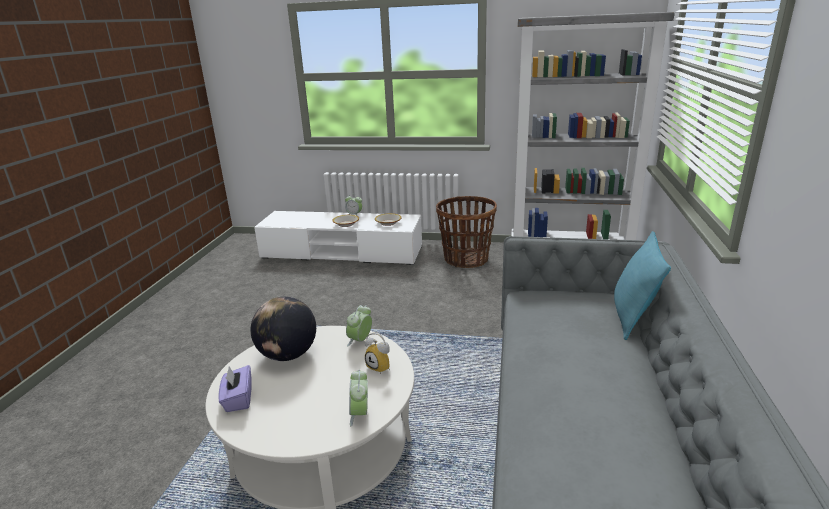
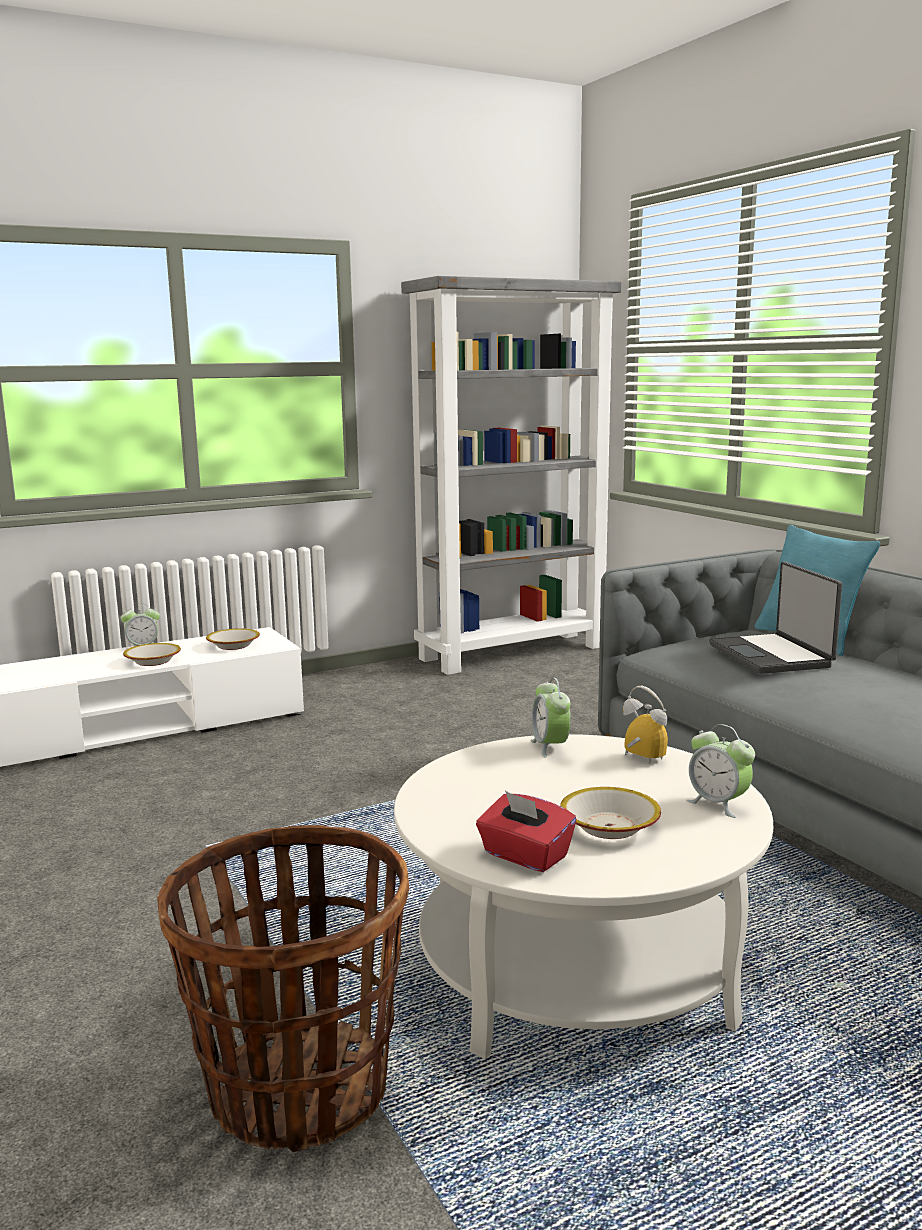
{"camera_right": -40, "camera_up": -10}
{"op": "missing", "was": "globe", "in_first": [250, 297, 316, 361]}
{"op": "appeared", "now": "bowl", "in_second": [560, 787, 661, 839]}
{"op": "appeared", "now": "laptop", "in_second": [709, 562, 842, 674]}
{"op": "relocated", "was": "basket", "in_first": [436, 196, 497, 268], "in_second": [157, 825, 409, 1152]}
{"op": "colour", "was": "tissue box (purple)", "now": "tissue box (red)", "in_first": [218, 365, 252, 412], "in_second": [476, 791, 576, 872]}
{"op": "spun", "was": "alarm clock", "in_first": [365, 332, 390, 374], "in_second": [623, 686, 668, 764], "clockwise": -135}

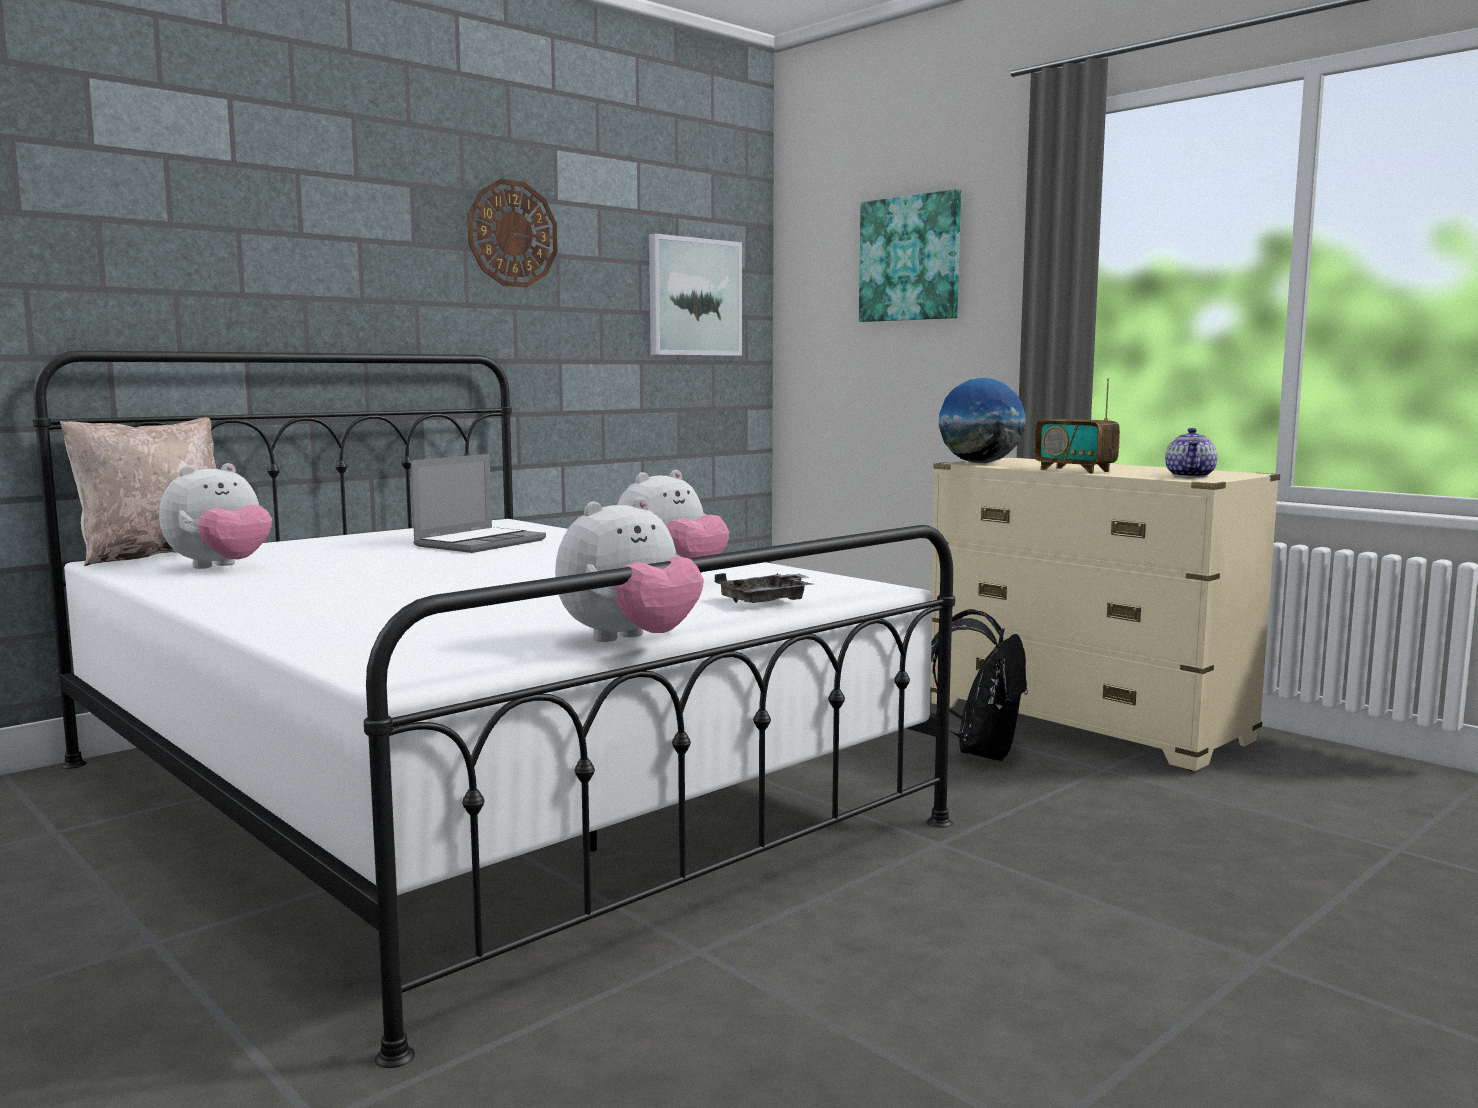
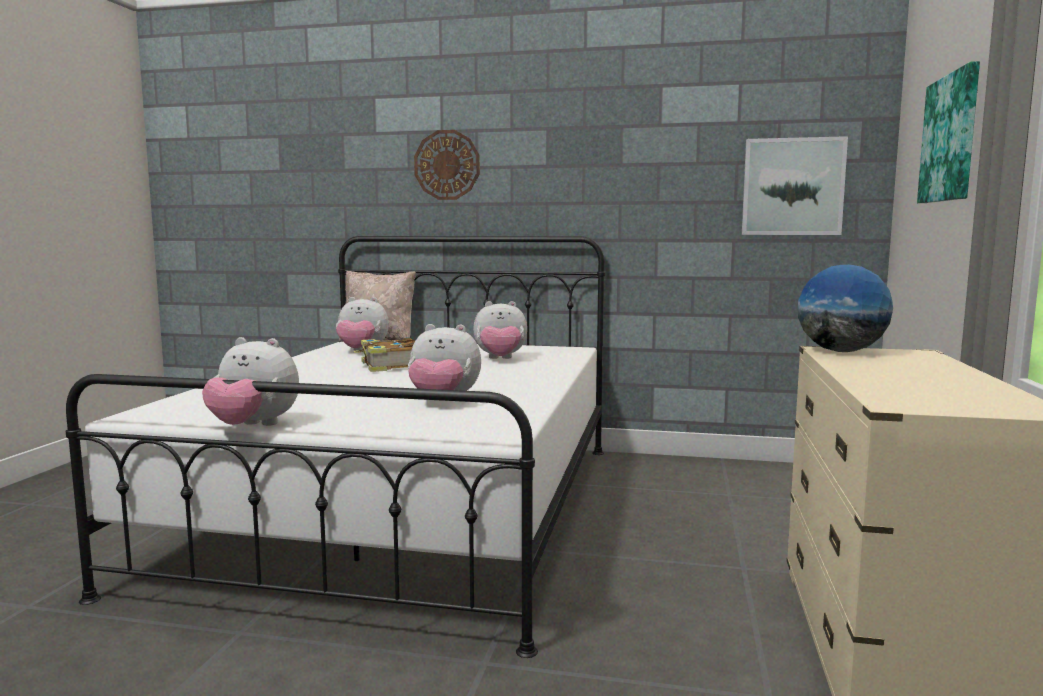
{"camera_right": 55, "camera_up": 0}
{"op": "missing", "was": "tray (grey)", "in_first": [715, 573, 812, 603]}
{"op": "missing", "was": "backpack (black)", "in_first": [931, 609, 1028, 761]}
{"op": "missing", "was": "radio", "in_first": [1034, 378, 1120, 474]}
{"op": "missing", "was": "teapot", "in_first": [1165, 428, 1217, 478]}
{"op": "appeared", "now": "book", "in_second": [353, 337, 415, 372]}
{"op": "relocated", "was": "wall clock", "in_first": [467, 179, 558, 287], "in_second": [414, 130, 480, 200]}
{"op": "exchanged", "was": "laptop", "now": "plush toy", "in_first": [411, 454, 546, 553], "in_second": [473, 301, 527, 359]}

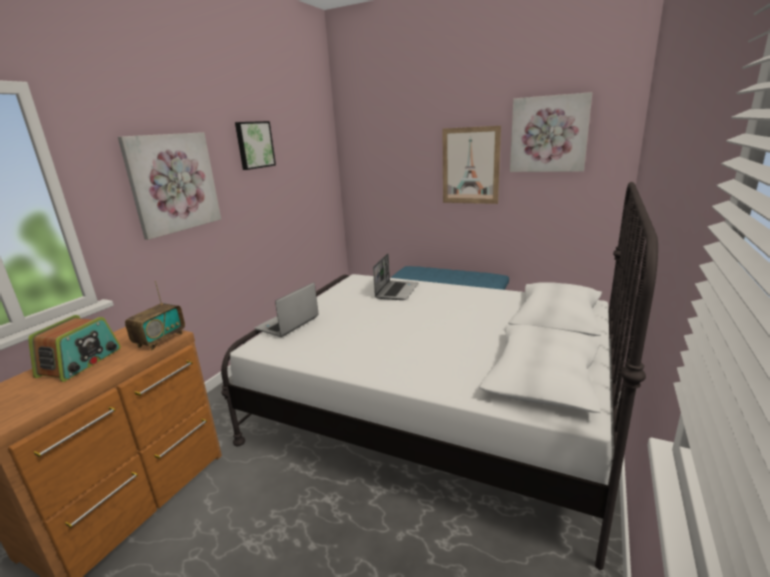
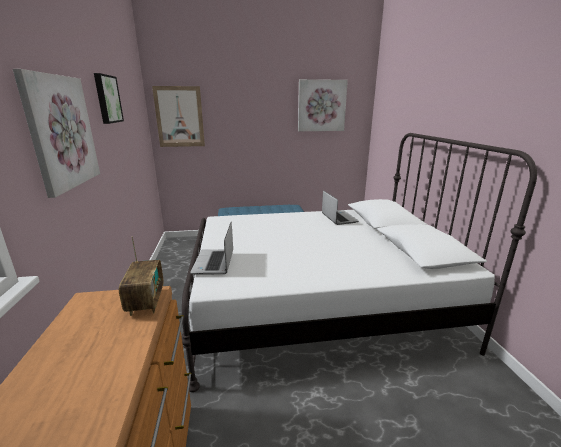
{"camera_right": -35, "camera_up": 0}
{"op": "missing", "was": "radio", "in_first": [28, 315, 121, 382]}
{"op": "relocated", "was": "laptop", "in_first": [373, 253, 418, 300], "in_second": [322, 190, 359, 225]}
{"op": "relocated", "was": "picture", "in_first": [443, 126, 501, 204], "in_second": [152, 86, 205, 147]}

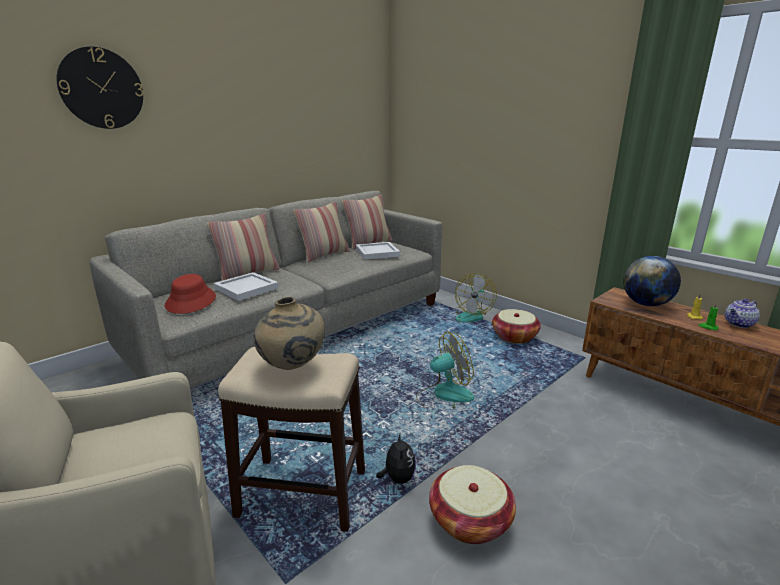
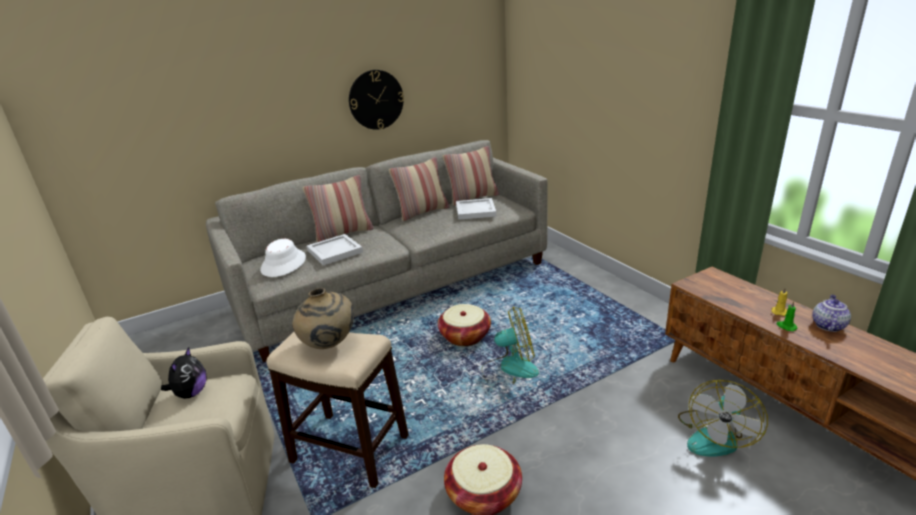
{"camera_right": 15, "camera_up": 5}
{"op": "missing", "was": "globe", "in_first": [623, 256, 681, 306]}
{"op": "relocated", "was": "wall clock", "in_first": [56, 46, 143, 129], "in_second": [349, 70, 404, 130]}
{"op": "relocated", "was": "plush toy", "in_first": [376, 432, 416, 484], "in_second": [161, 347, 207, 399]}
{"op": "relocated", "was": "fan", "in_first": [455, 273, 497, 322], "in_second": [678, 380, 768, 457]}
{"op": "relocated", "was": "basket", "in_first": [492, 309, 541, 344], "in_second": [438, 304, 491, 346]}
{"op": "colour", "was": "hat (red)", "now": "hat (white)", "in_first": [165, 274, 216, 314], "in_second": [260, 238, 306, 277]}
{"op": "spun", "was": "teapot", "in_first": [725, 299, 760, 328], "in_second": [812, 294, 851, 332], "clockwise": 135}

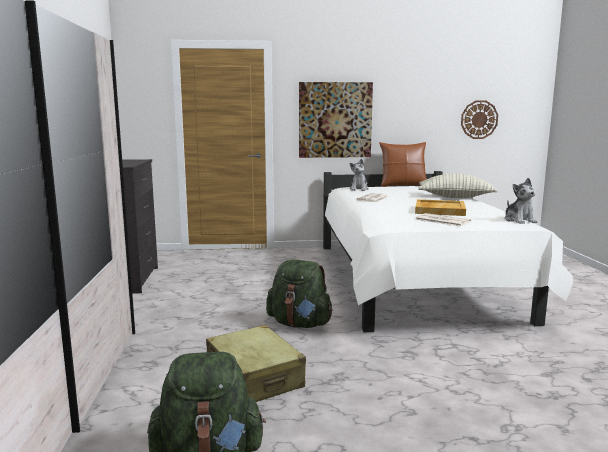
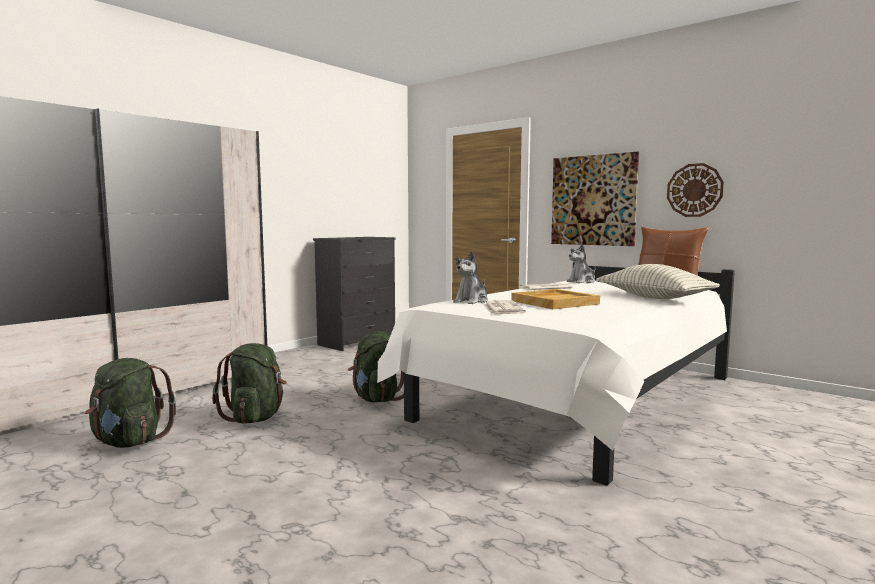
{"camera_right": 45, "camera_up": -5}
{"op": "relocated", "was": "wall clock", "in_first": [461, 100, 498, 139], "in_second": [667, 163, 724, 217]}
{"op": "relocated", "was": "plush toy", "in_first": [505, 178, 538, 224], "in_second": [453, 251, 488, 304]}
{"op": "exchanged", "was": "suitcase (beige)", "now": "backpack (green)", "in_first": [206, 325, 306, 402], "in_second": [212, 343, 287, 424]}

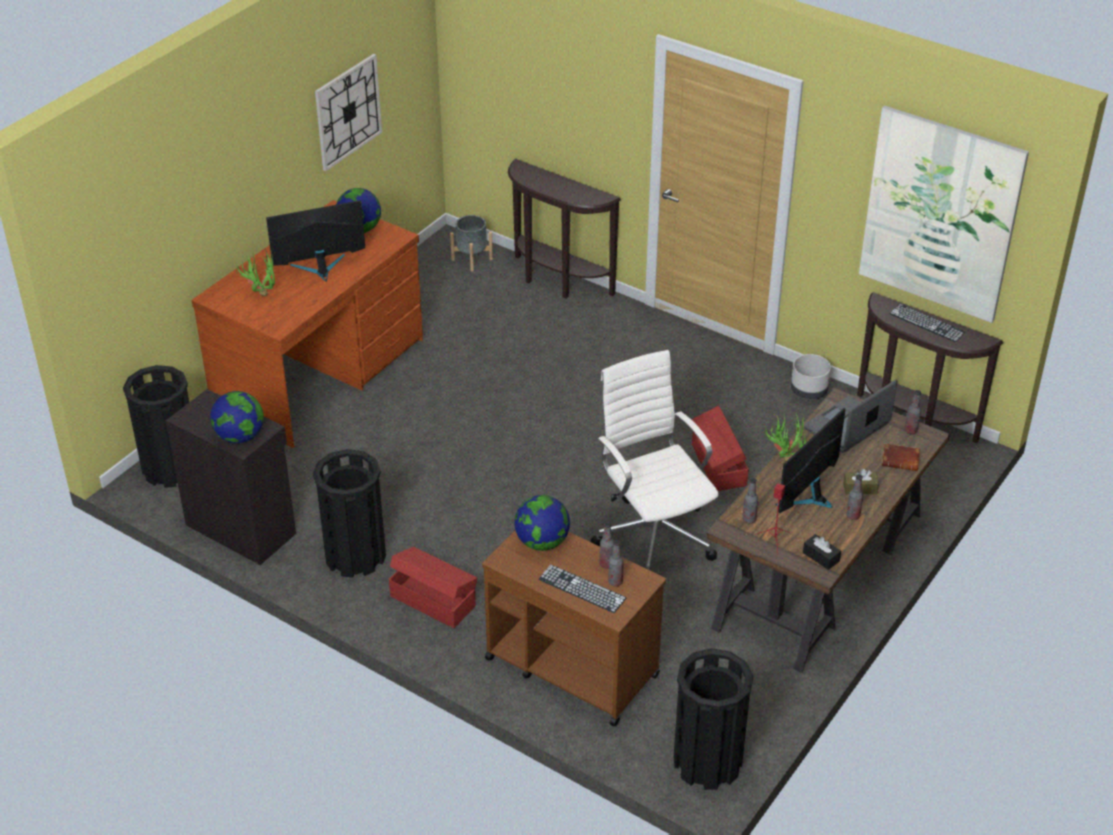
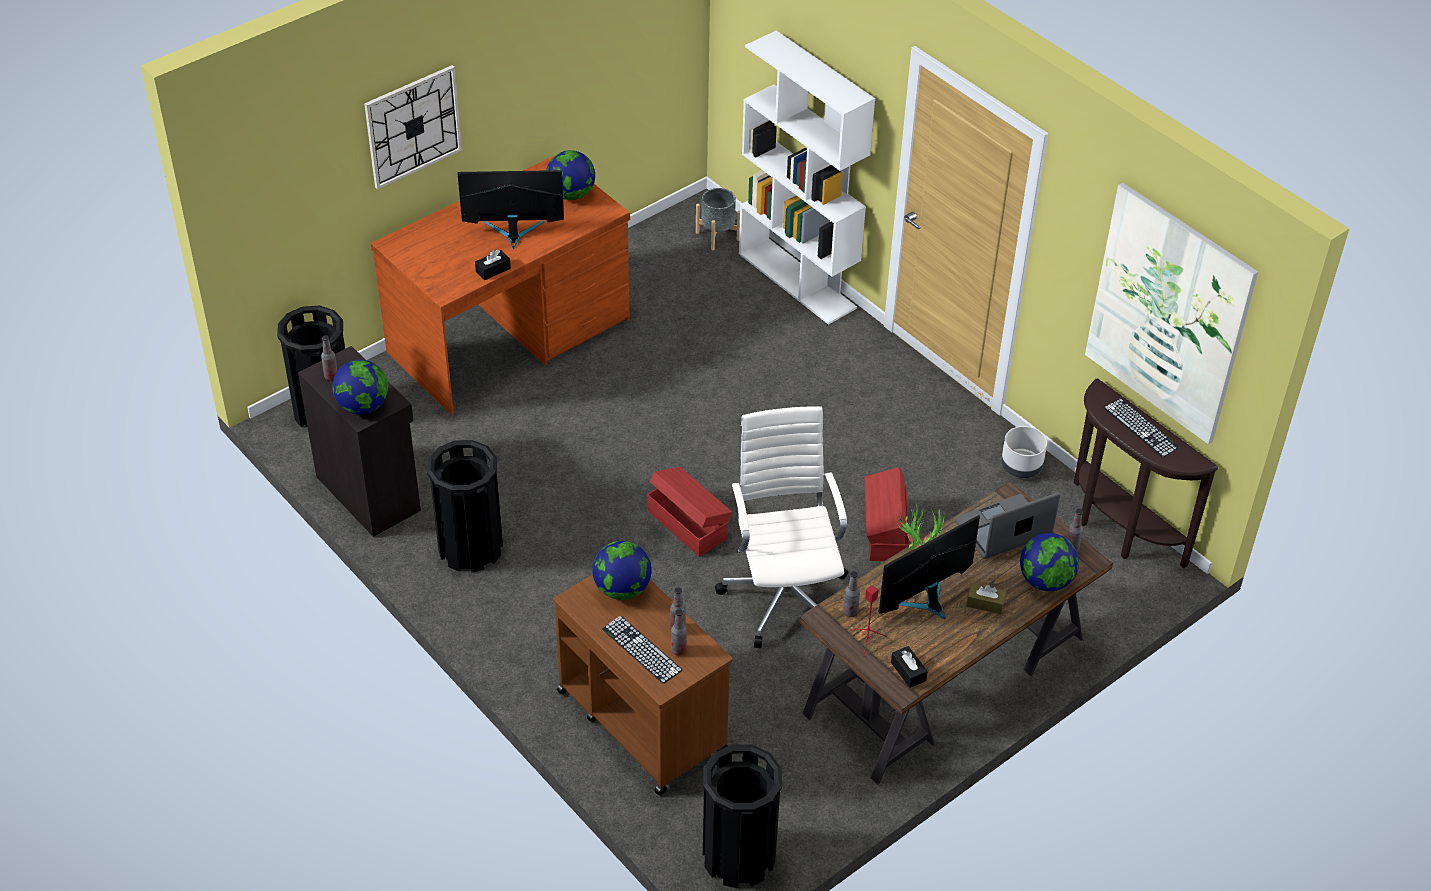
{"camera_right": 15, "camera_up": 5}
{"op": "missing", "was": "potted plant", "in_first": [234, 249, 275, 296]}
{"op": "appeared", "now": "tissue box (black)", "in_second": [475, 250, 511, 280]}
{"op": "relocated", "was": "wall clock", "in_first": [315, 54, 382, 171], "in_second": [364, 65, 462, 190]}
{"op": "relocated", "was": "storage box (red)", "in_first": [389, 547, 477, 628], "in_second": [647, 467, 732, 557]}
{"op": "relocated", "was": "bottle", "in_first": [846, 474, 863, 520], "in_second": [321, 335, 338, 381]}
{"op": "exchanged", "was": "console table (brown)", "now": "bookcase (white)", "in_first": [508, 159, 621, 298], "in_second": [739, 31, 875, 325]}
{"op": "exchanged", "was": "book (brown)", "now": "globe", "in_first": [882, 443, 920, 471], "in_second": [1020, 533, 1079, 591]}

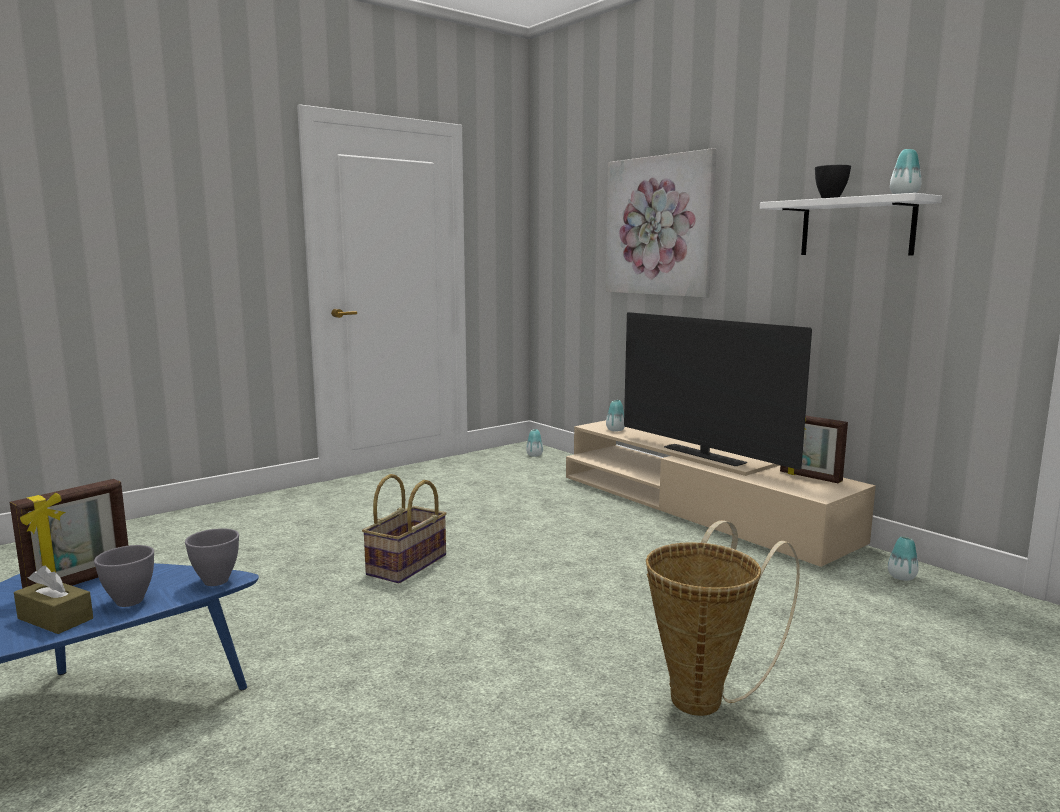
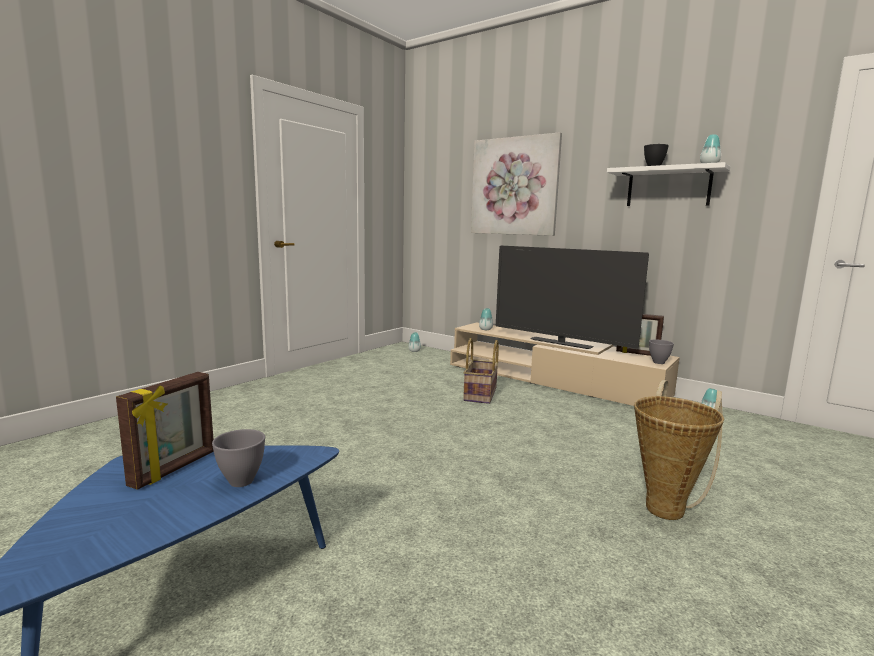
{"camera_right": -15, "camera_up": 0}
{"op": "missing", "was": "tissue box (brown)", "in_first": [14, 566, 93, 634]}
{"op": "relocated", "was": "bowl (grey)", "in_first": [185, 528, 239, 586], "in_second": [649, 340, 674, 364]}
{"op": "relocated", "was": "basket", "in_first": [362, 474, 447, 583], "in_second": [463, 338, 499, 404]}

